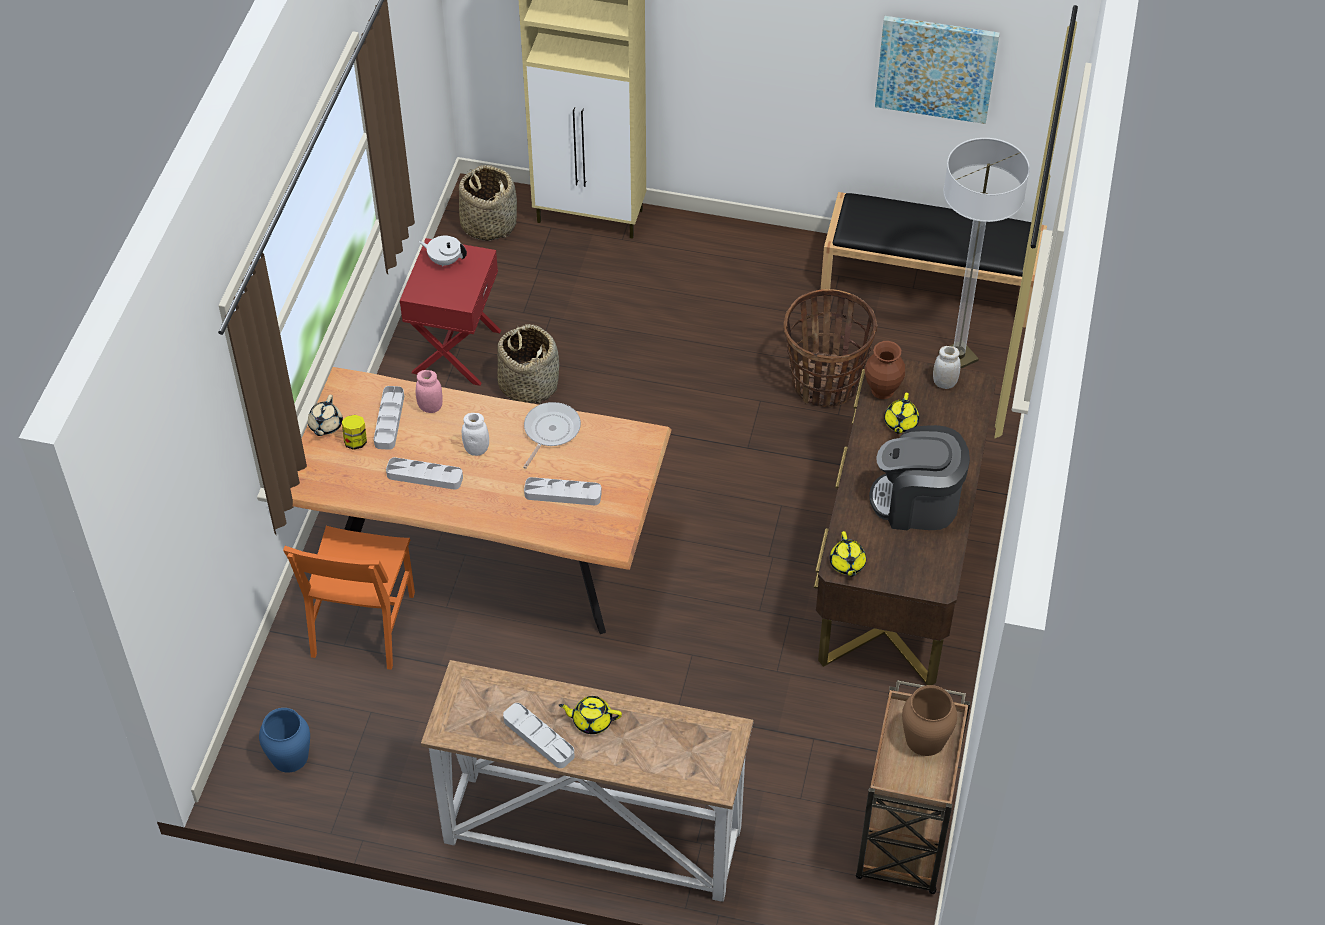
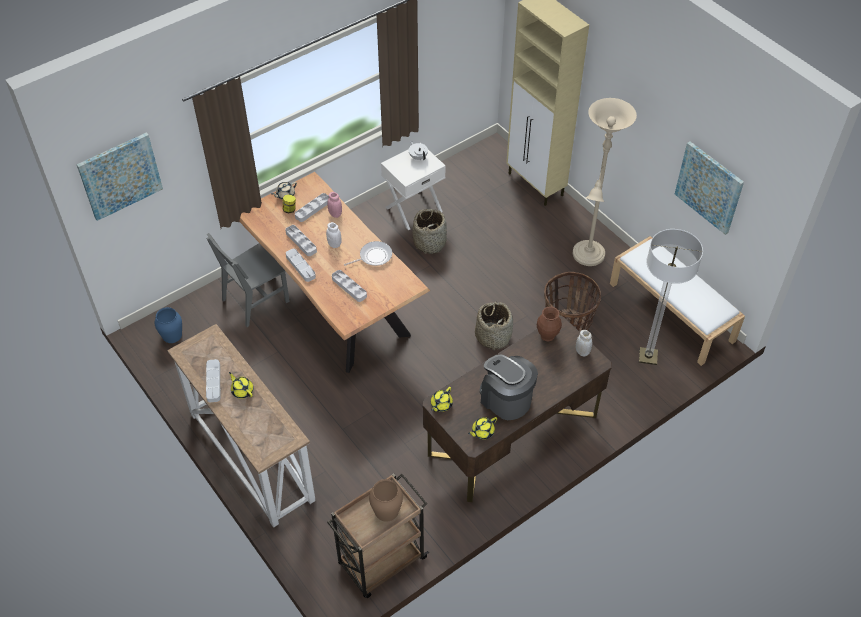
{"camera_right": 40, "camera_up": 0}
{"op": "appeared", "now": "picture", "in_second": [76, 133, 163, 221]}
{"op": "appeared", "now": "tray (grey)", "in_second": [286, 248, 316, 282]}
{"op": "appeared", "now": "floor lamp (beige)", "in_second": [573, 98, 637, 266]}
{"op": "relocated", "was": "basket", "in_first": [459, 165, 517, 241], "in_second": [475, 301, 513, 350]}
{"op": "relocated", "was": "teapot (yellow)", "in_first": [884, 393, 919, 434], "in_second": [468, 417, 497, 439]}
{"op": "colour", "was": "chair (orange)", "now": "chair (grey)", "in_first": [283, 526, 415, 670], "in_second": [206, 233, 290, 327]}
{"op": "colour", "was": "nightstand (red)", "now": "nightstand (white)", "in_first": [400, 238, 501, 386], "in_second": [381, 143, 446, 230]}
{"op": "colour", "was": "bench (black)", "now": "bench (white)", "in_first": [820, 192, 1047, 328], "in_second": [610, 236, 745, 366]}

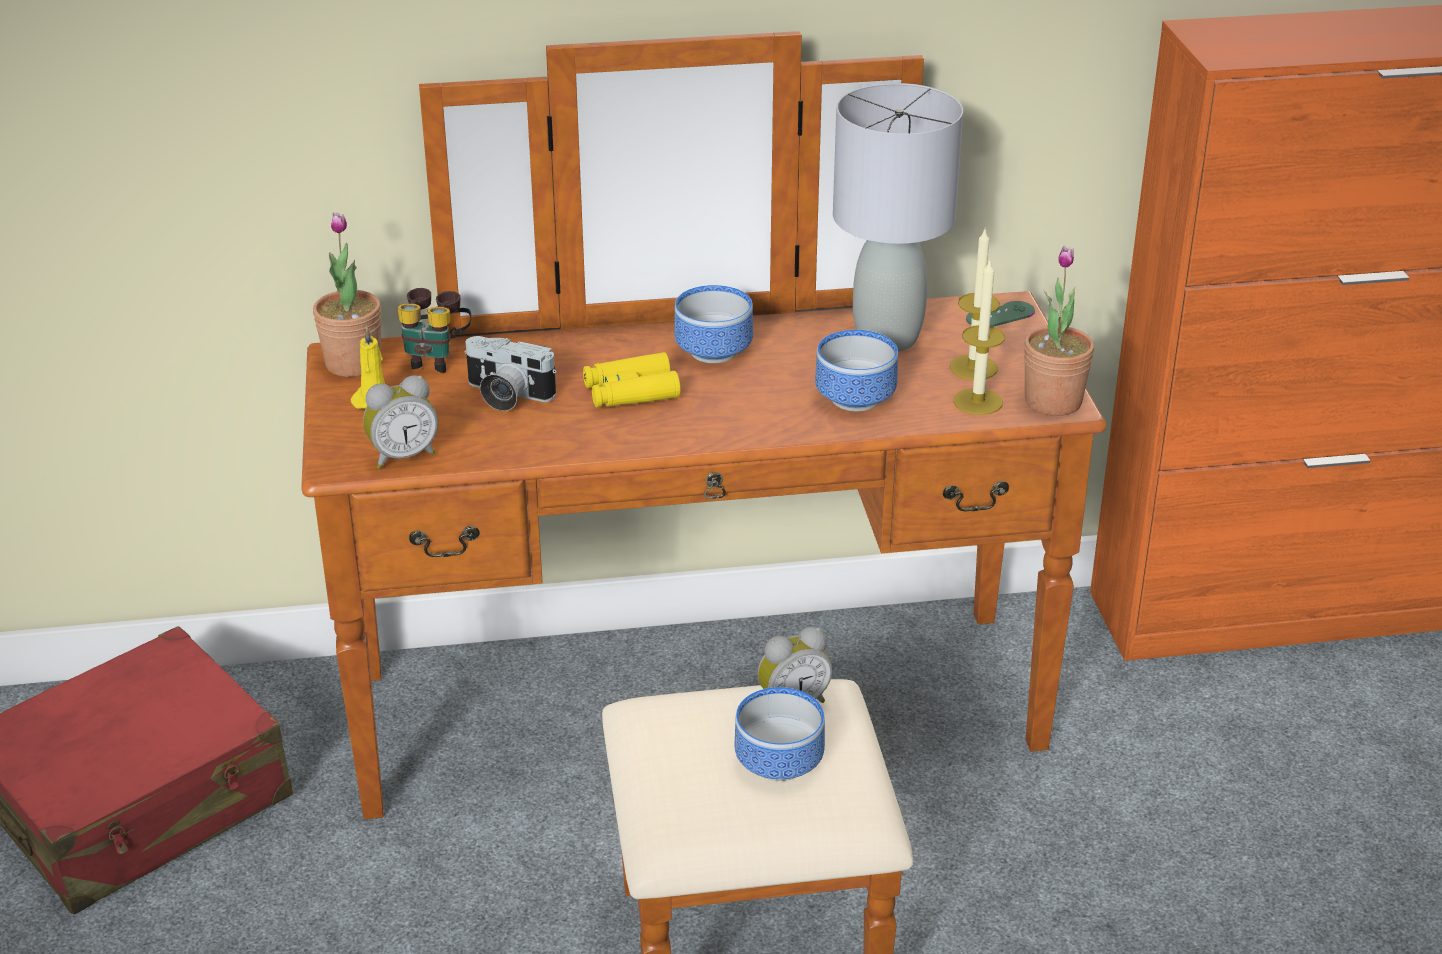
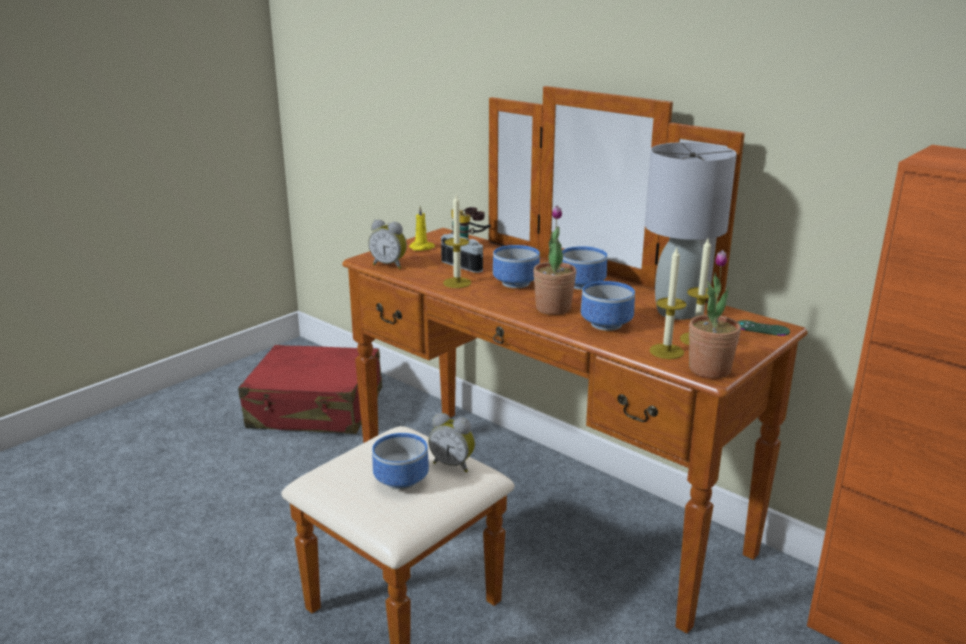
{"camera_right": 50, "camera_up": -10}
{"op": "appeared", "now": "candle", "in_second": [443, 195, 471, 288]}
{"op": "relocated", "was": "potted plant", "in_first": [313, 212, 381, 377], "in_second": [533, 206, 576, 315]}
{"op": "exchanged", "was": "binoculars (yellow)", "now": "bowl", "in_first": [583, 352, 681, 407], "in_second": [493, 245, 540, 288]}
{"op": "spun", "was": "photo camera", "in_first": [464, 336, 557, 411], "in_second": [441, 233, 483, 273], "clockwise": 150}

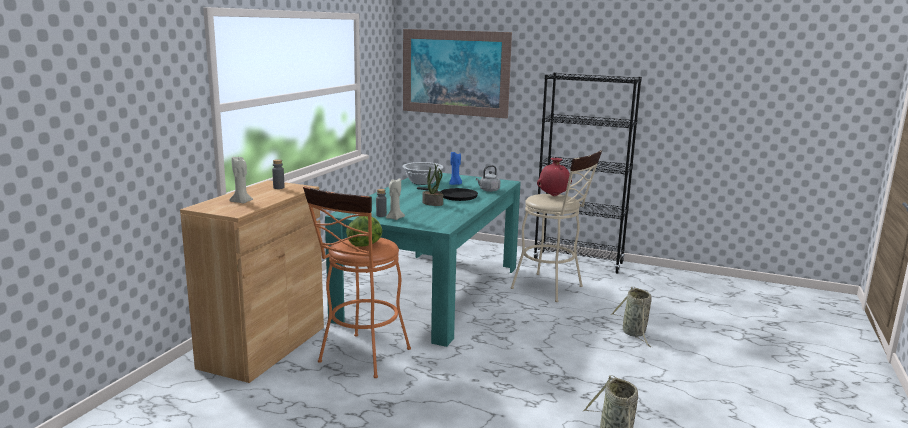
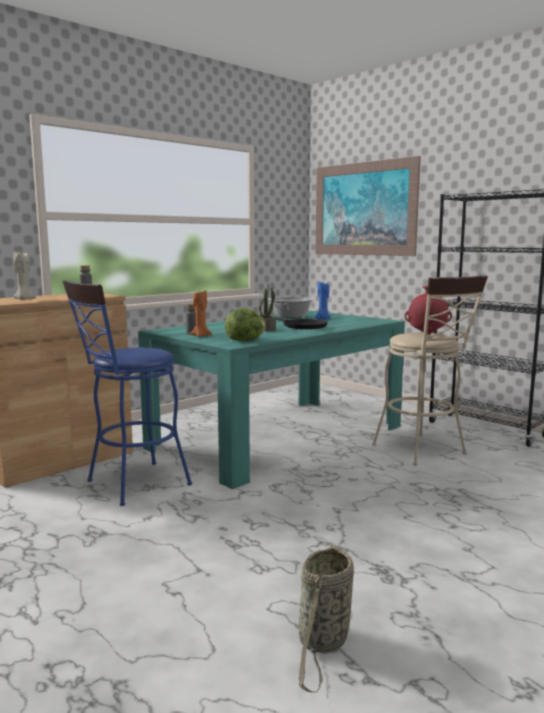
{"camera_right": 25, "camera_up": -5}
{"op": "missing", "was": "kettle (grey)", "in_first": [476, 165, 500, 192]}
{"op": "missing", "was": "basket", "in_first": [611, 287, 652, 348]}
{"op": "relocated", "was": "lettuce", "in_first": [346, 216, 382, 247], "in_second": [225, 308, 266, 341]}
{"op": "colour", "was": "stool (orange)", "now": "stool (blue)", "in_first": [303, 186, 411, 378], "in_second": [62, 280, 192, 506]}
{"op": "colour", "was": "candle (beige)", "now": "candle (orange)", "in_first": [386, 178, 405, 220], "in_second": [190, 290, 212, 337]}

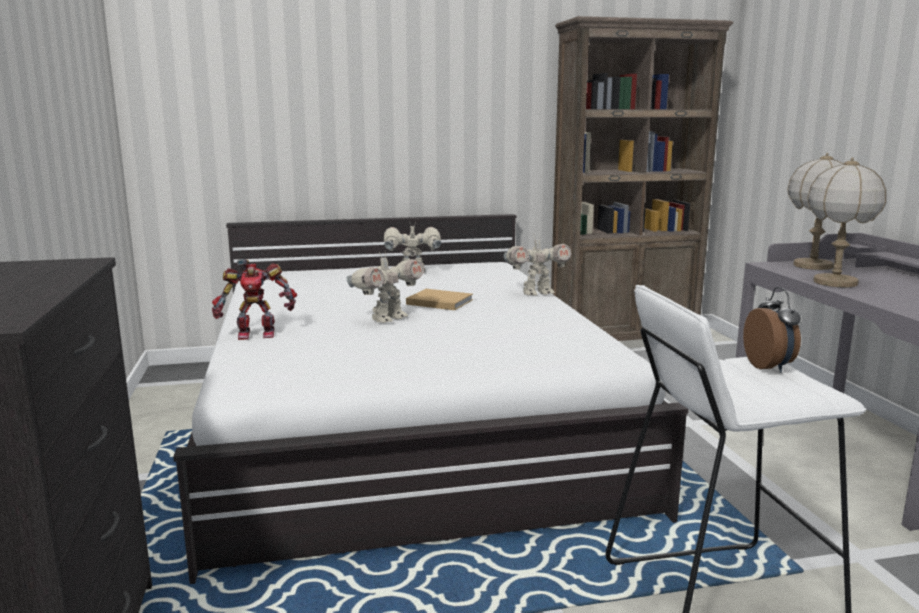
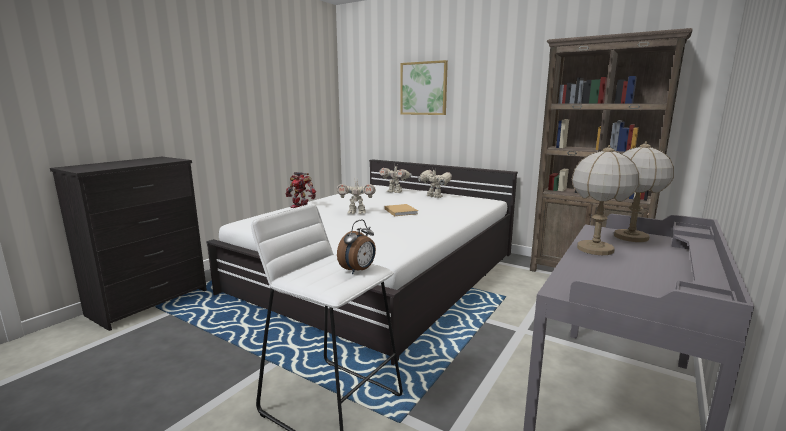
{"camera_right": 45, "camera_up": 0}
{"op": "appeared", "now": "picture", "in_second": [400, 60, 448, 115]}
{"op": "relocated", "was": "toy robot", "in_first": [504, 234, 572, 295], "in_second": [379, 166, 412, 193]}

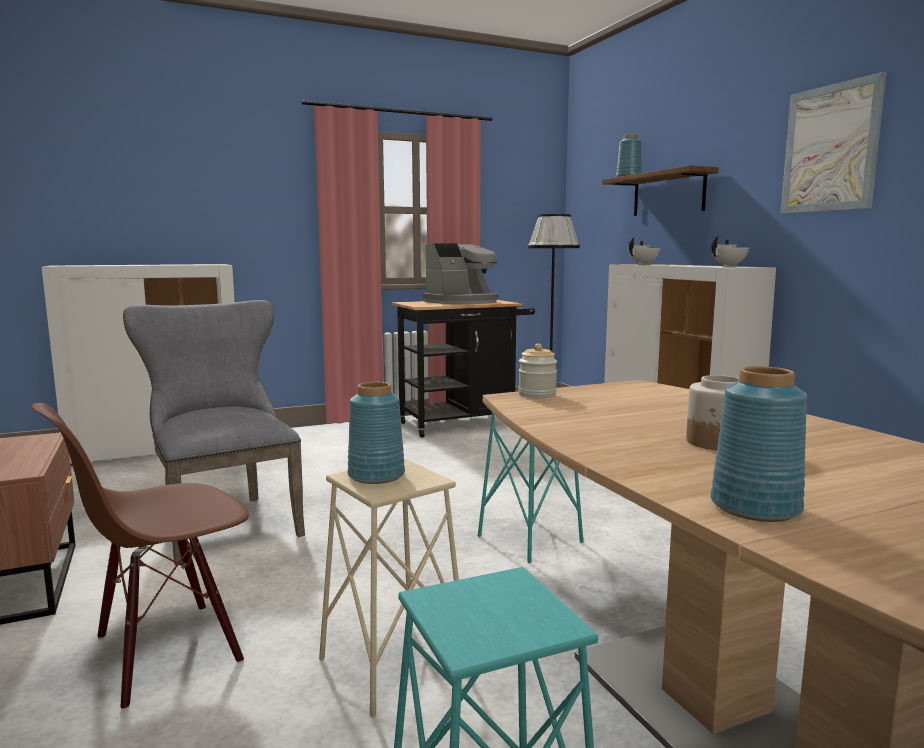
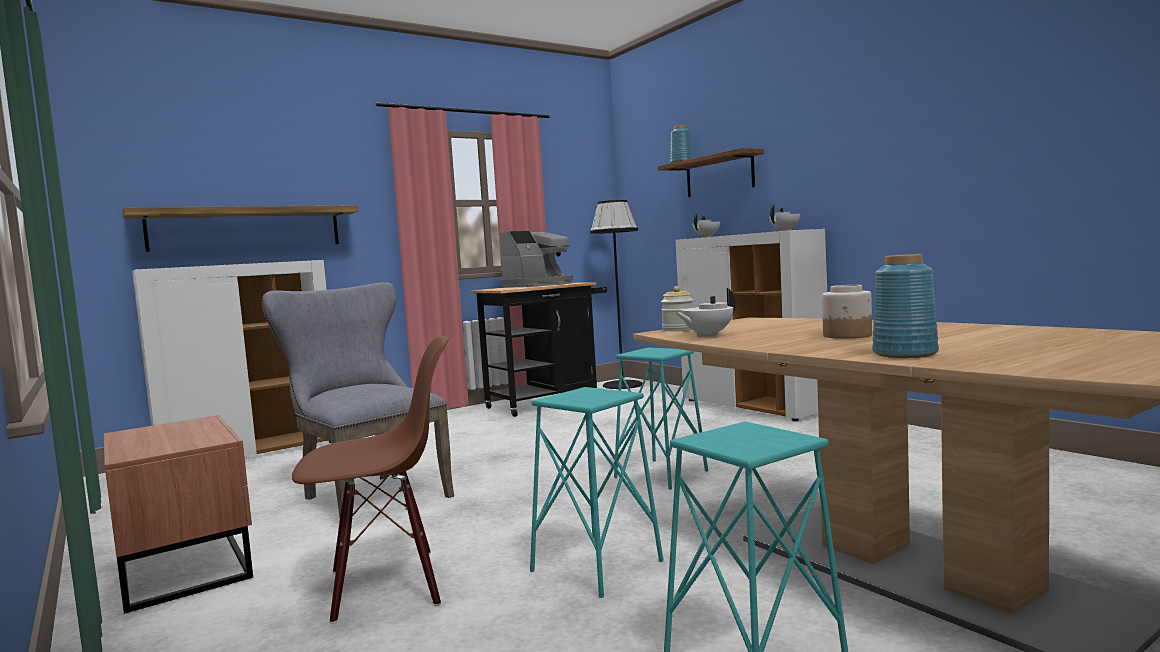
{"camera_right": -10, "camera_up": -5}
{"op": "missing", "was": "vase (blue)", "in_first": [348, 382, 405, 484]}
{"op": "missing", "was": "picture", "in_first": [781, 72, 887, 214]}
{"op": "appeared", "now": "shelf", "in_second": [123, 205, 359, 252]}
{"op": "appeared", "now": "teapot (white)", "in_second": [674, 288, 735, 337]}
{"op": "colour", "was": "stool (beige)", "now": "stool (turquoise)", "in_first": [319, 458, 459, 719], "in_second": [530, 387, 664, 598]}
{"op": "spun", "was": "chair (brown)", "in_first": [32, 403, 249, 711], "in_second": [292, 336, 449, 624], "clockwise": -150}

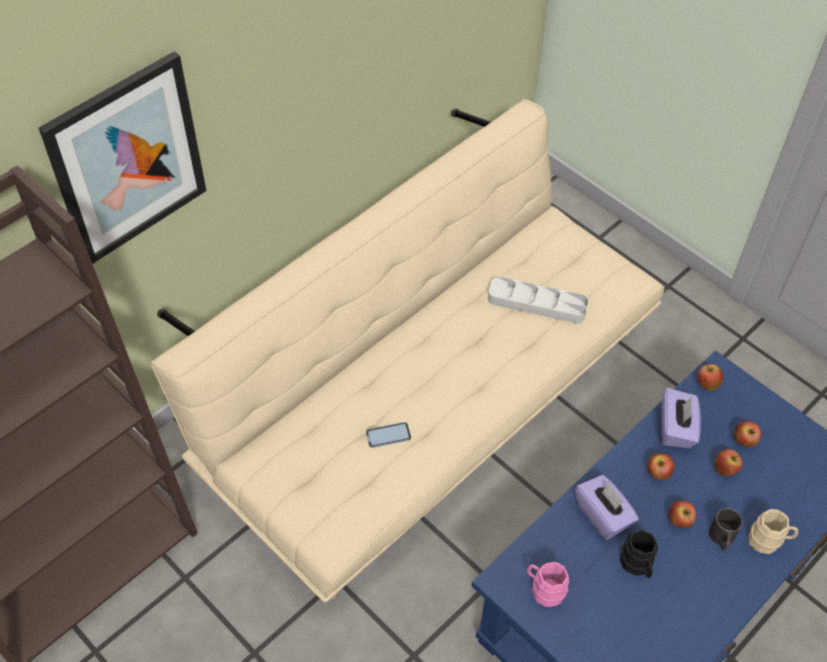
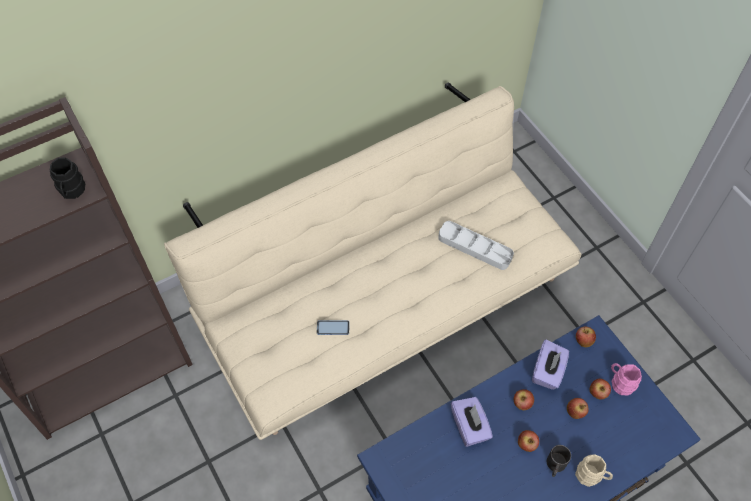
{"camera_right": 15, "camera_up": 5}
{"op": "missing", "was": "picture", "in_first": [39, 51, 206, 264]}
{"op": "relocated", "was": "mug (pink)", "in_first": [527, 562, 569, 607], "in_second": [611, 363, 642, 395]}
{"op": "relocated", "was": "mug (black)", "in_first": [620, 530, 658, 578], "in_second": [50, 157, 85, 199]}

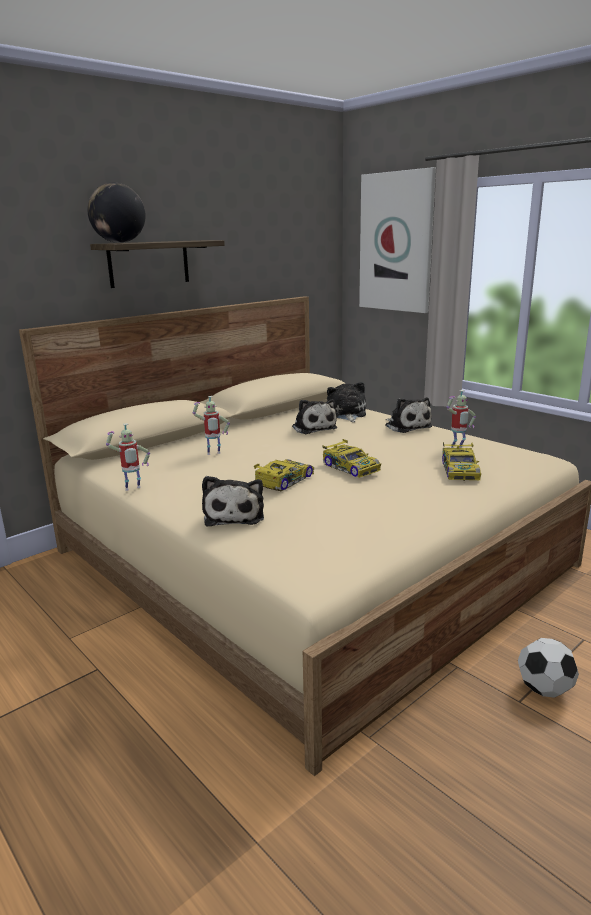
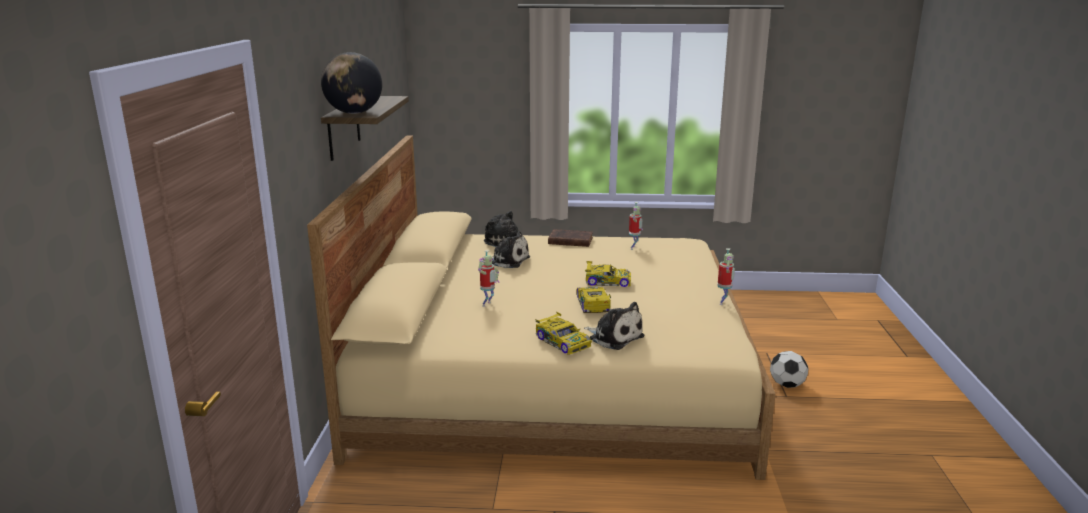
{"camera_right": -45, "camera_up": 0}
{"op": "missing", "was": "picture", "in_first": [359, 167, 436, 313]}
{"op": "relocated", "was": "toy robot", "in_first": [106, 423, 150, 491], "in_second": [717, 248, 735, 305]}
{"op": "relocated", "was": "toy car", "in_first": [442, 442, 481, 481], "in_second": [535, 312, 592, 355]}
{"op": "exchanged", "was": "plush toy", "now": "book (brown)", "in_first": [386, 397, 432, 433], "in_second": [548, 229, 593, 247]}

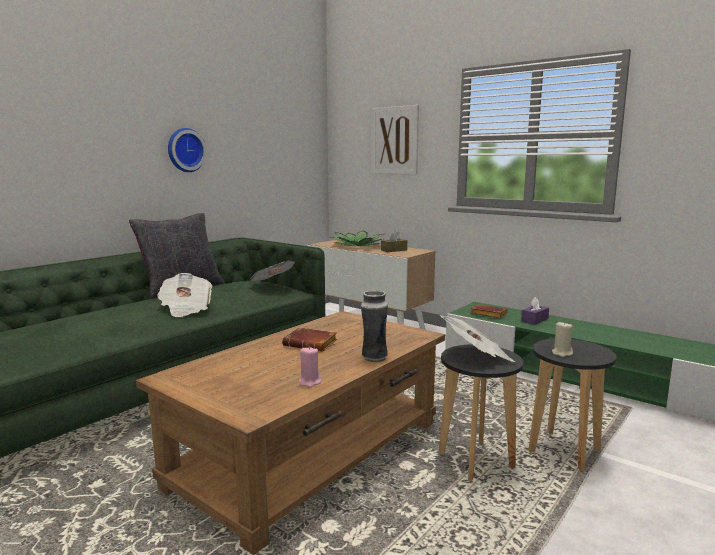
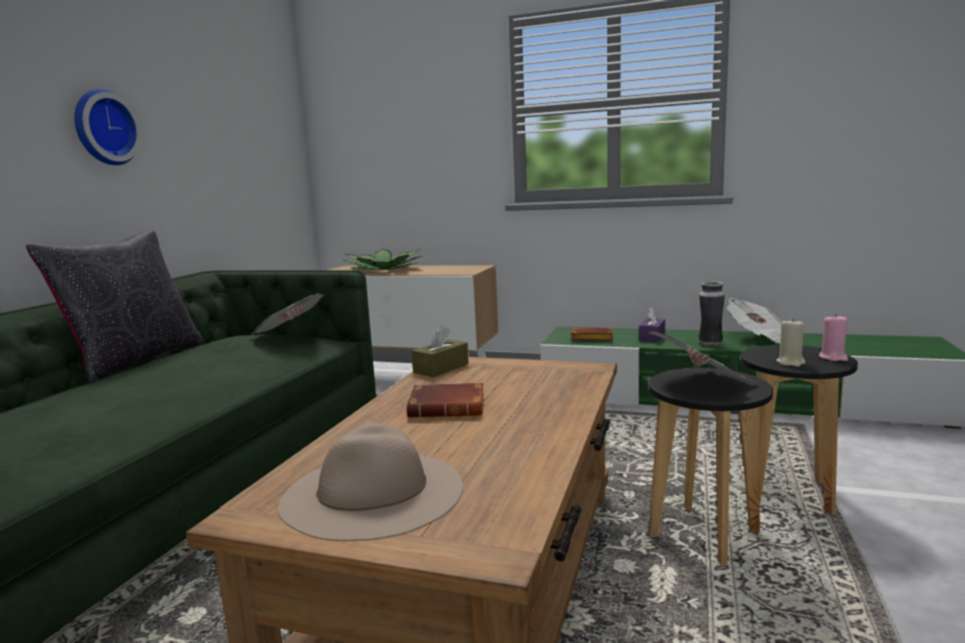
{"camera_right": -20, "camera_up": 0}
{"op": "missing", "was": "picture", "in_first": [372, 105, 419, 174]}
{"op": "appeared", "now": "hat (beige)", "in_second": [278, 423, 463, 541]}
{"op": "relocated", "was": "newspaper", "in_first": [157, 273, 212, 317], "in_second": [727, 298, 782, 344]}
{"op": "relocated", "was": "candle (pink)", "in_first": [299, 346, 322, 388], "in_second": [819, 314, 848, 361]}
{"op": "relocated", "was": "vase", "in_first": [361, 290, 388, 362], "in_second": [698, 281, 725, 346]}
{"op": "relocated", "was": "tissue box (brown)", "in_first": [381, 230, 407, 252], "in_second": [412, 325, 469, 377]}

